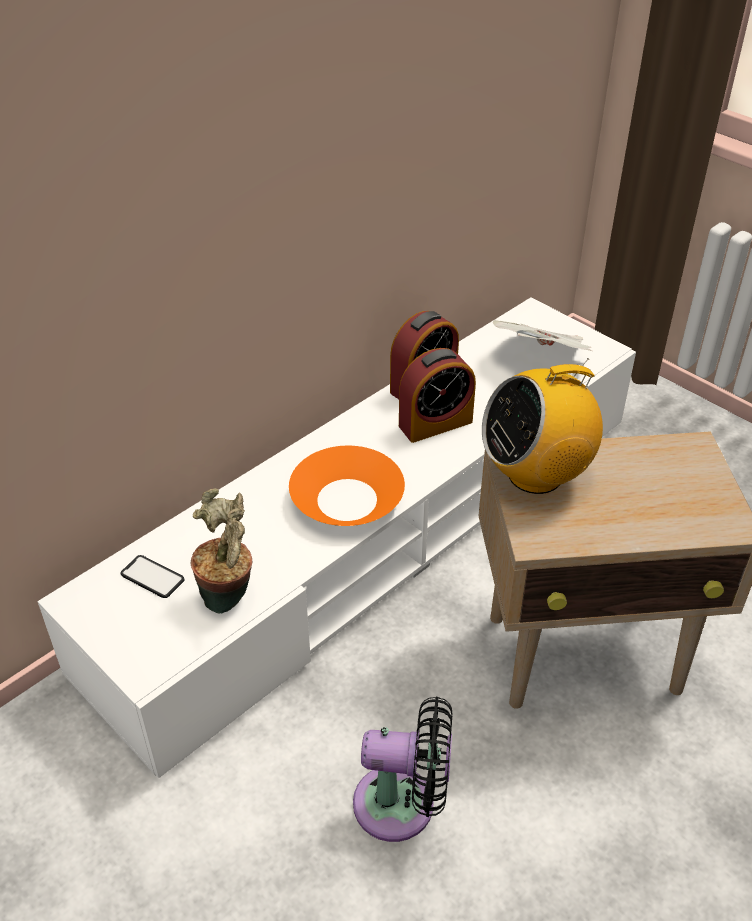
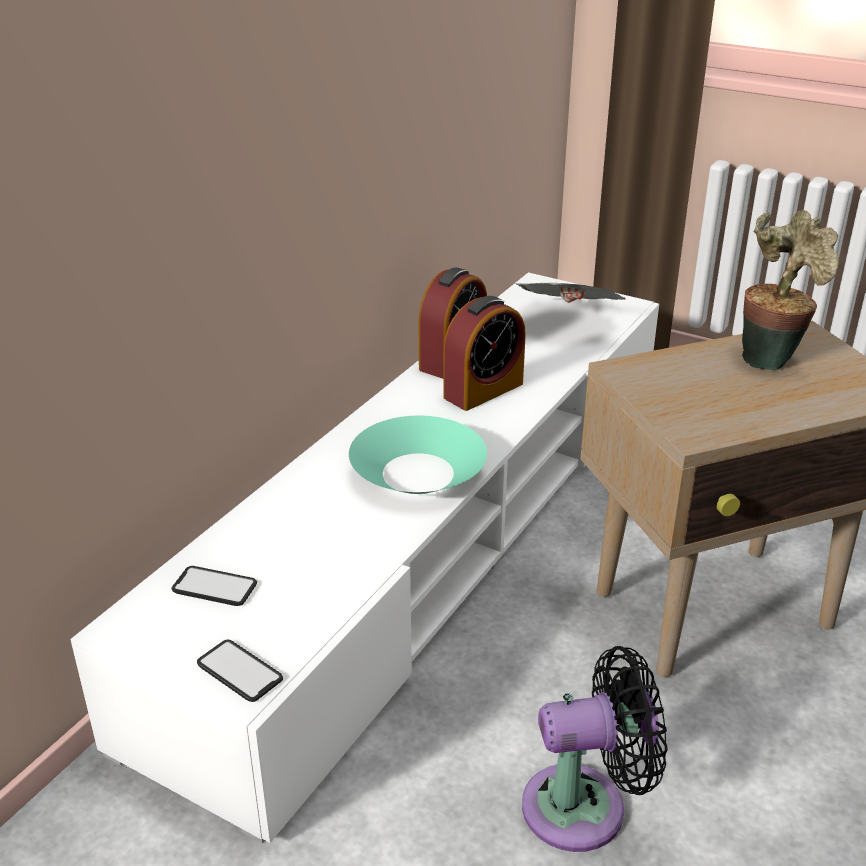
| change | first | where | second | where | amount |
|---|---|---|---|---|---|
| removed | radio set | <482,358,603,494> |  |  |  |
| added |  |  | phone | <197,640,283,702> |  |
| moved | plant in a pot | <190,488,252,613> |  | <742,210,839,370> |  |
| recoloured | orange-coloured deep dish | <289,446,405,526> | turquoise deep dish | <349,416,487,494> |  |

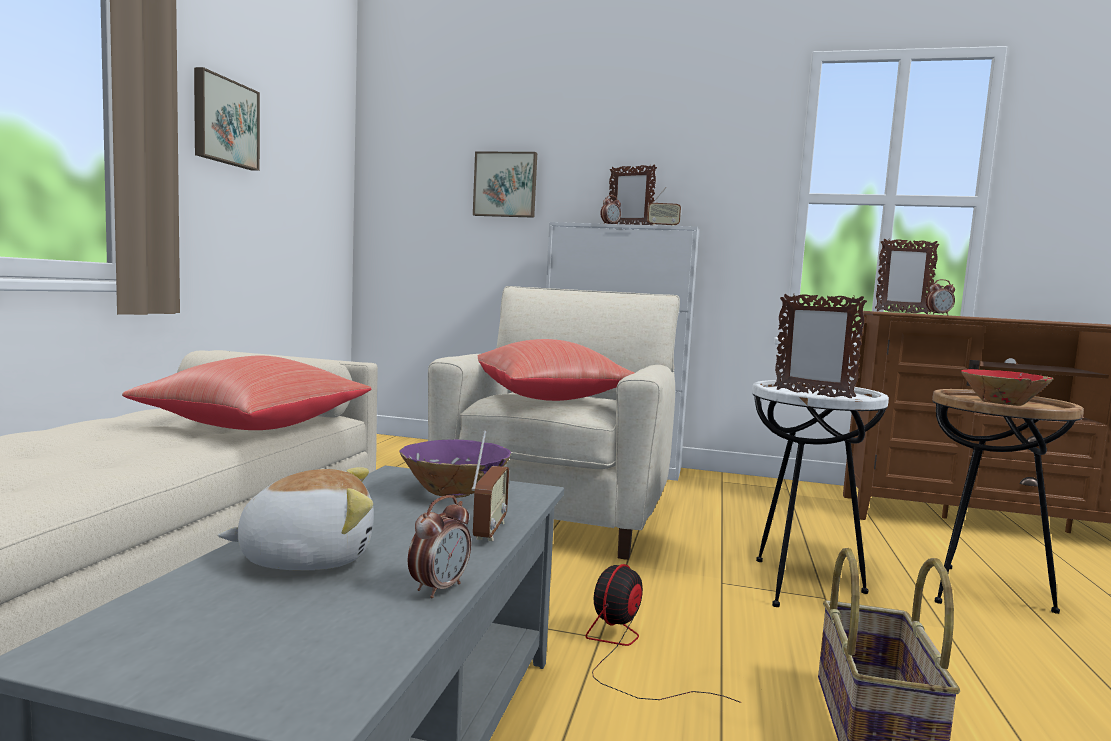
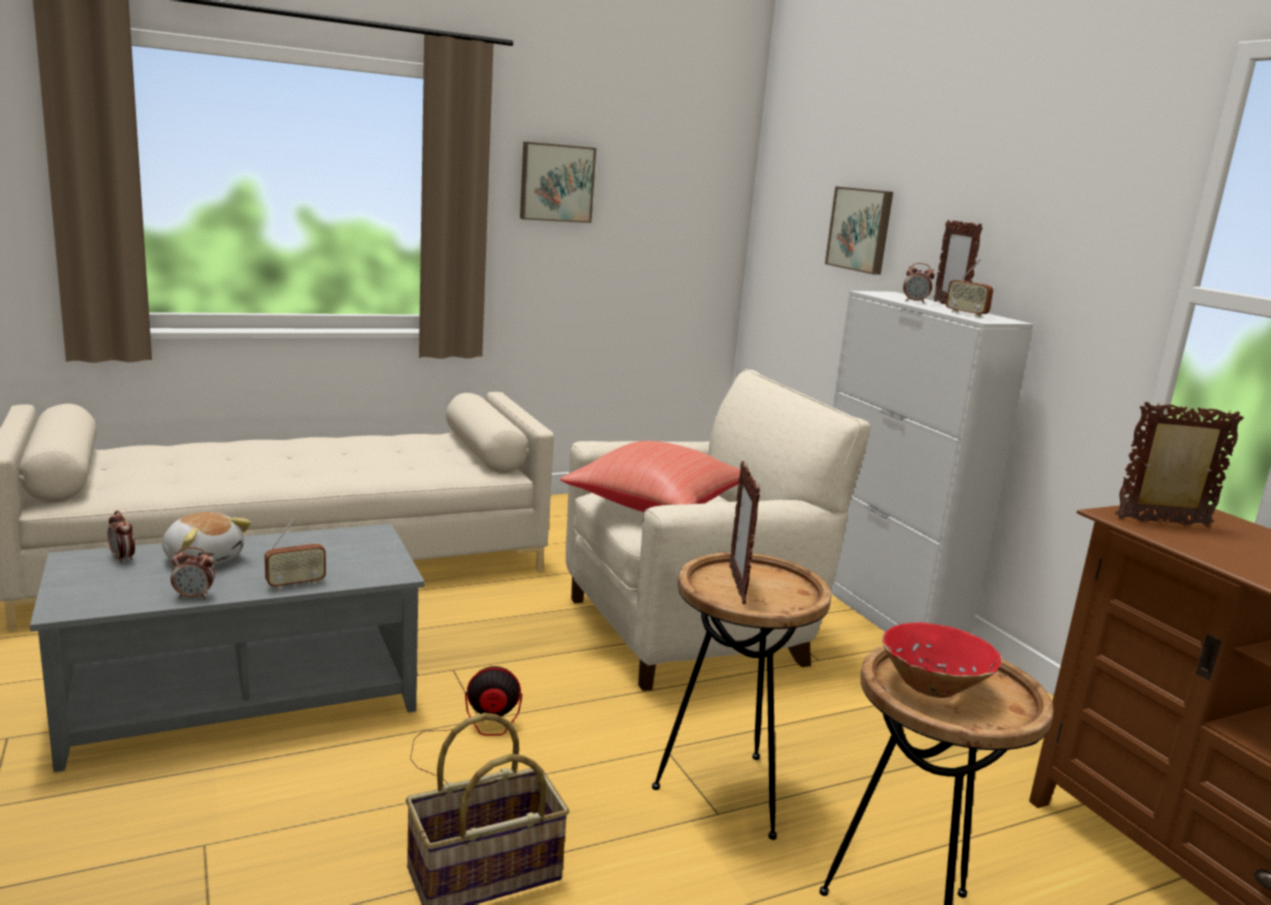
| change | first | where | second | where | amount |
|---|---|---|---|---|---|
| removed | red-coloured pillow | <122,356,371,430> |  |  |  |
| removed | purplish deep dish | <399,440,511,498> |  |  |  |
| moved | alarm clock | <926,279,955,315> |  | <108,510,135,563> |  |
| recoloured | whitish end table | <752,380,889,607> | brown end table | <652,552,831,840> |  |
| turned | photo frame | <875,239,939,314> |  | <1115,402,1244,526> | 135 degrees clockwise |

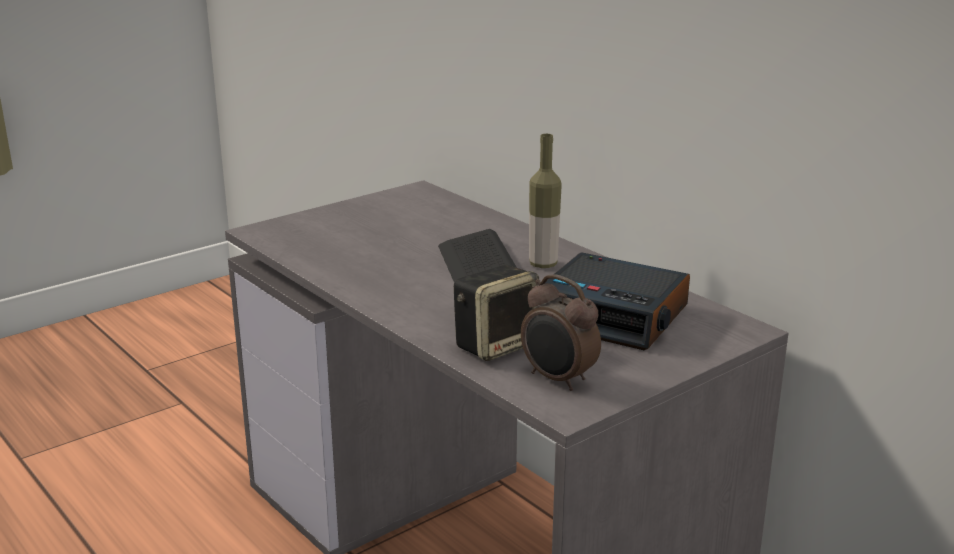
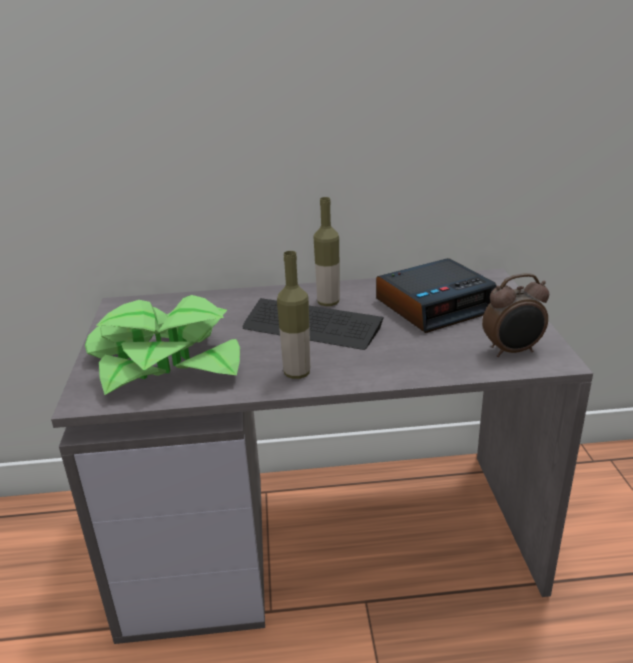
| change | first | where | second | where | amount |
|---|---|---|---|---|---|
| removed | loudspeaker | <454,265,539,361> |  |  |  |
| added |  |  | plant in a pot | <85,295,240,395> |  |
| added |  |  | drink bottle | <277,251,310,379> |  |

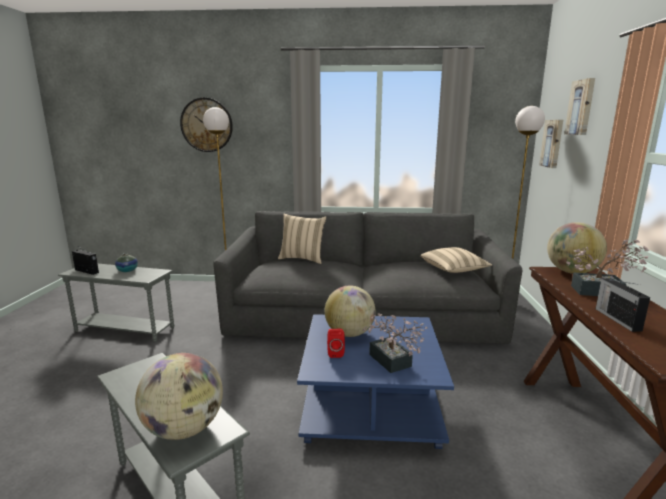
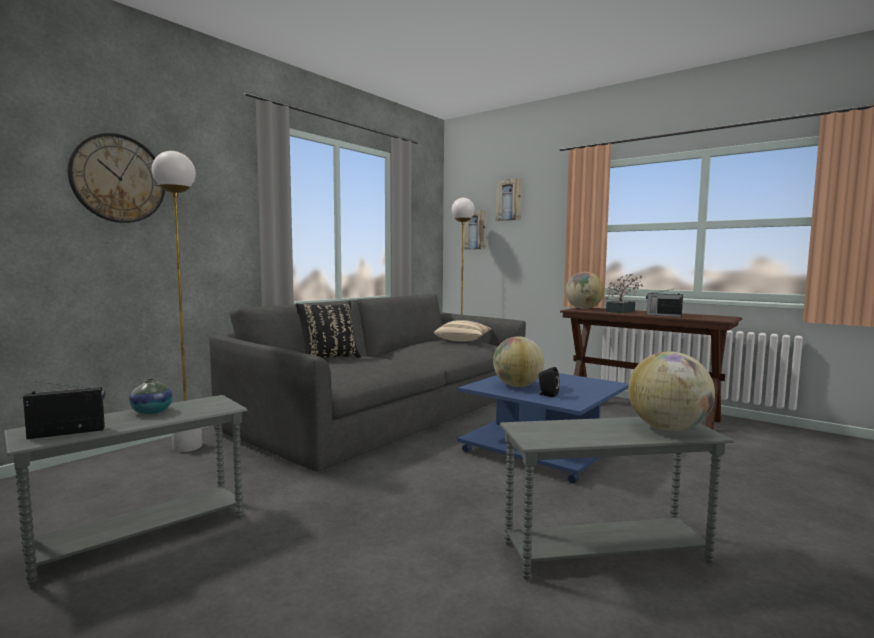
| change | first | where | second | where | amount |
|---|---|---|---|---|---|
| removed | plant in a pot | <363,313,428,373> |  |  |  |
| recoloured | beige-coloured pillow | <278,214,327,264> | black-coloured pillow | <295,301,361,358> |  |
| recoloured | red-coloured loudspeaker | <327,329,345,358> | black-coloured loudspeaker | <537,367,560,397> |  |

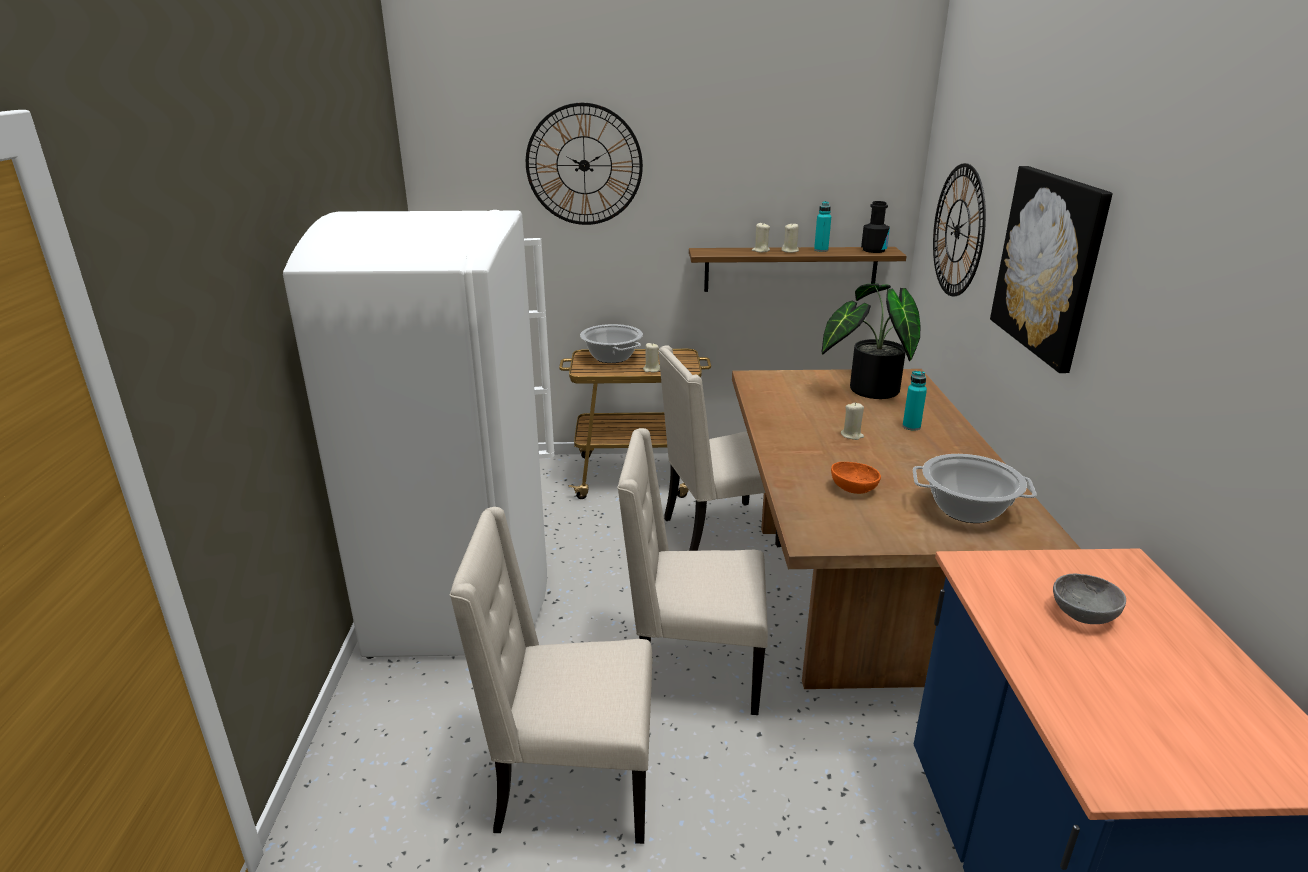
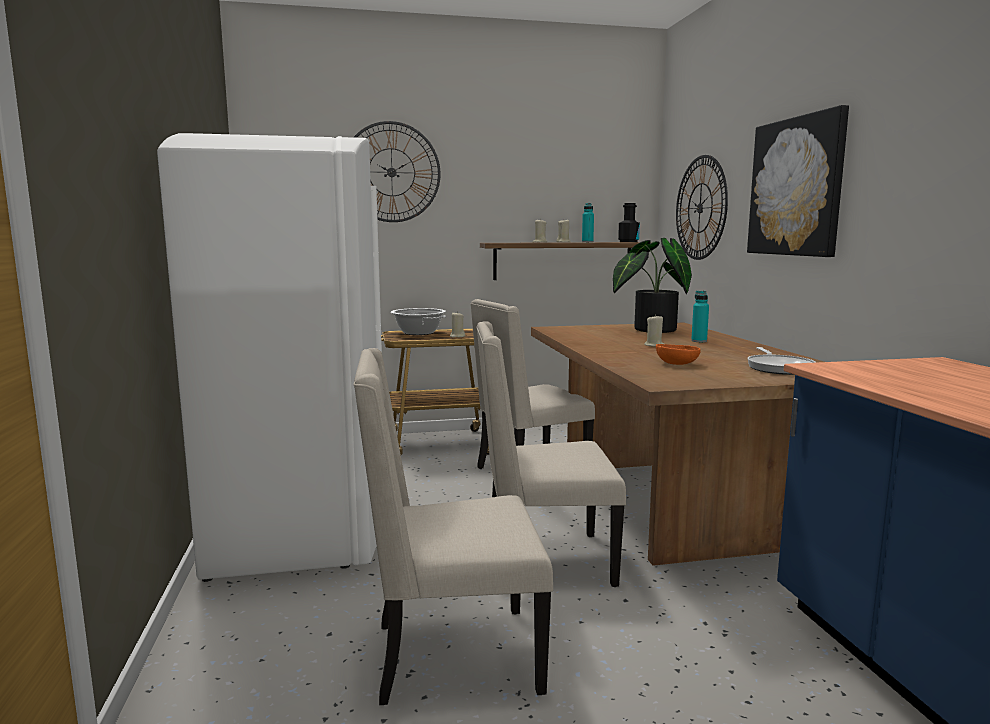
| change | first | where | second | where | amount |
|---|---|---|---|---|---|
| removed | gray deep dish | <1053,574,1126,624> |  |  |  |
| replaced | stockpot | <913,454,1037,523> | frying pan | <747,347,816,375> |  |

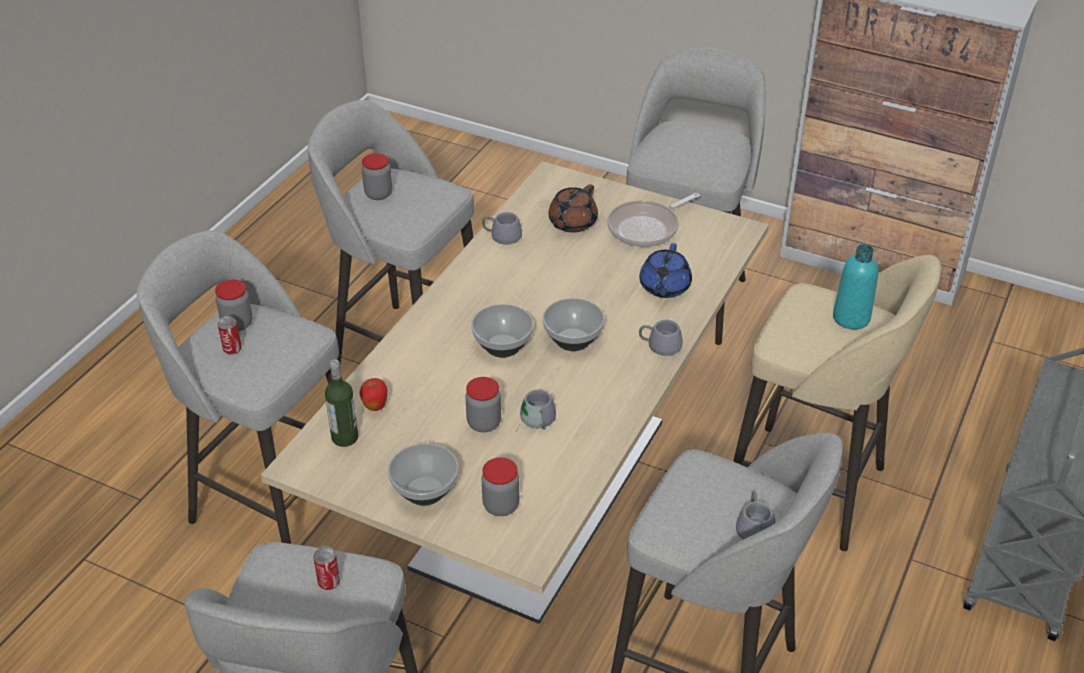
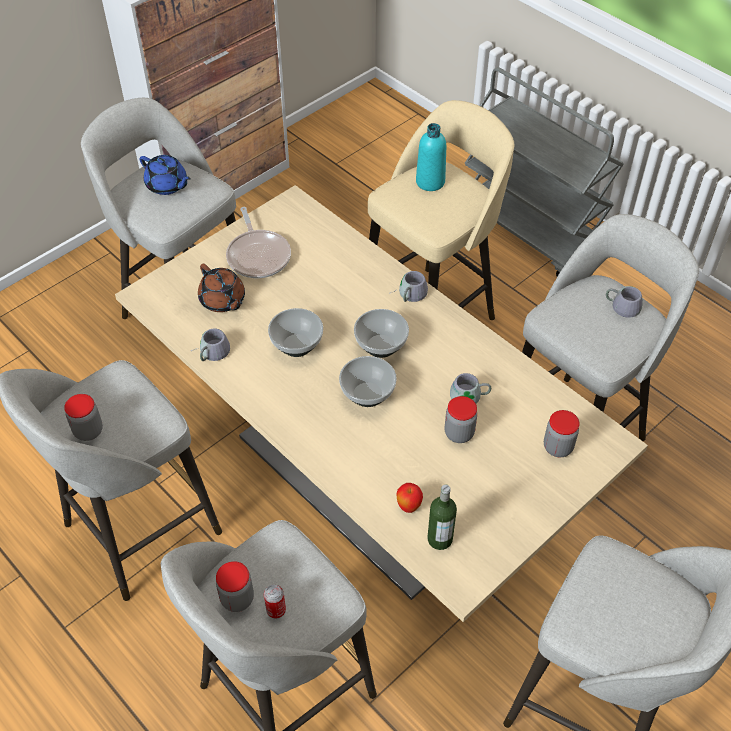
| change | first | where | second | where | amount |
|---|---|---|---|---|---|
| removed | sealed can | <313,546,340,590> |  |  |  |
| moved | deep dish | <388,443,458,506> |  | <268,308,323,357> |  |
| moved | blue-coloured teapot | <639,243,692,298> |  | <139,155,191,195> |  |

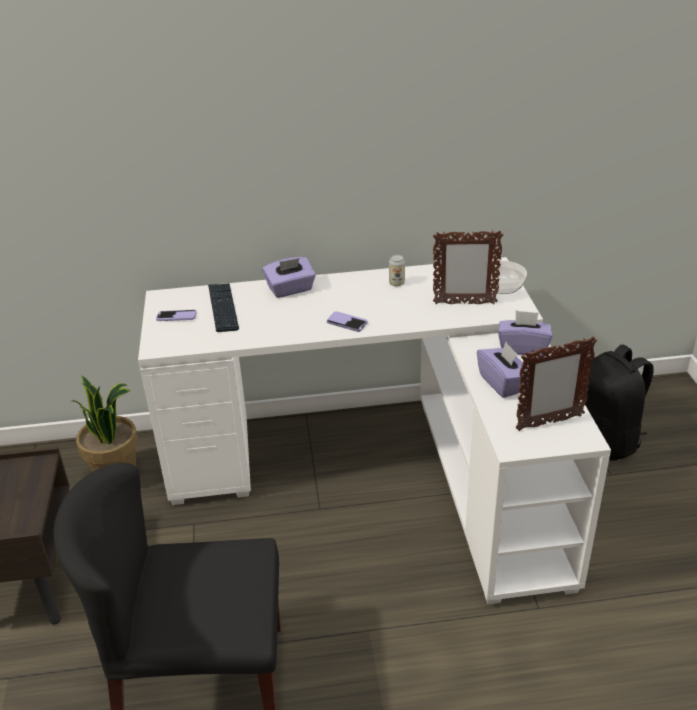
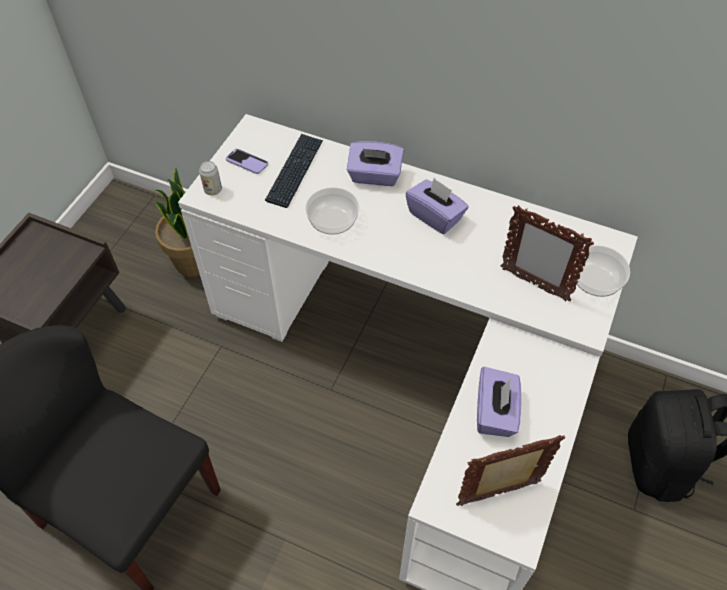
| change | first | where | second | where | amount |
|---|---|---|---|---|---|
| removed | phone | <327,311,368,332> |  |  |  |
| added |  |  | deep dish | <305,187,359,235> |  |
| moved | sealed can | <389,255,405,287> |  | <199,161,222,196> |  |
| moved | purplish tissue box | <498,310,552,356> |  | <406,178,469,234> |  |
| turned | photo frame | <516,336,597,431> |  | <456,435,565,506> | 150 degrees clockwise |

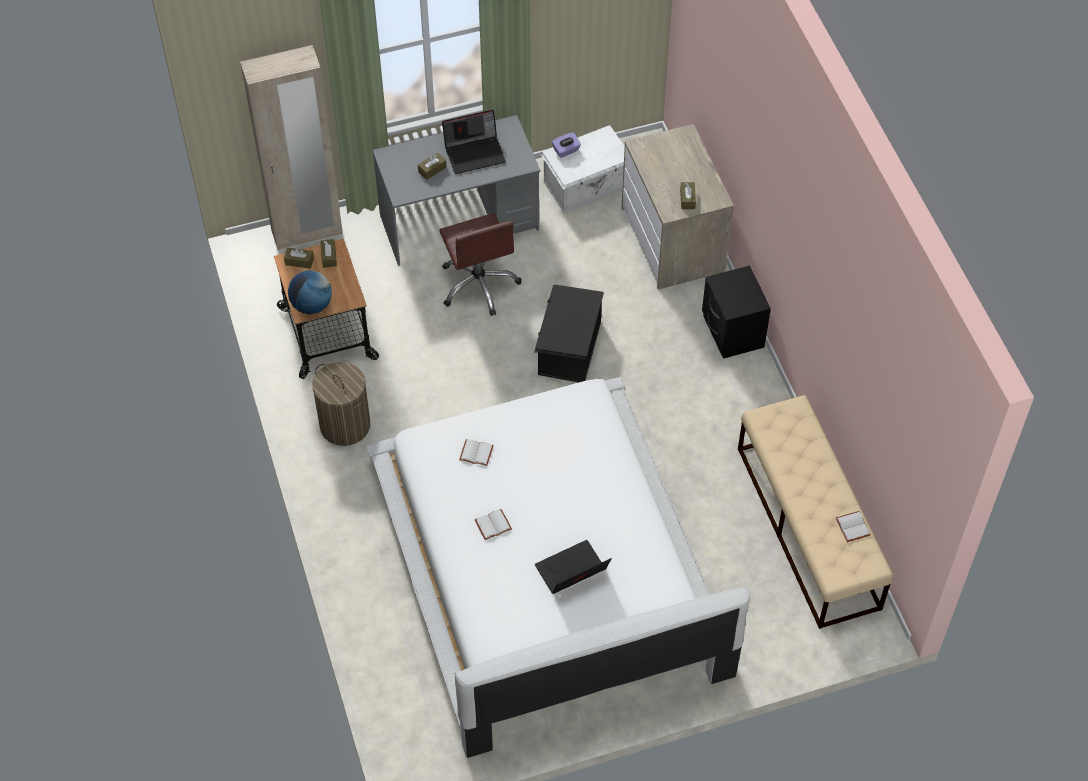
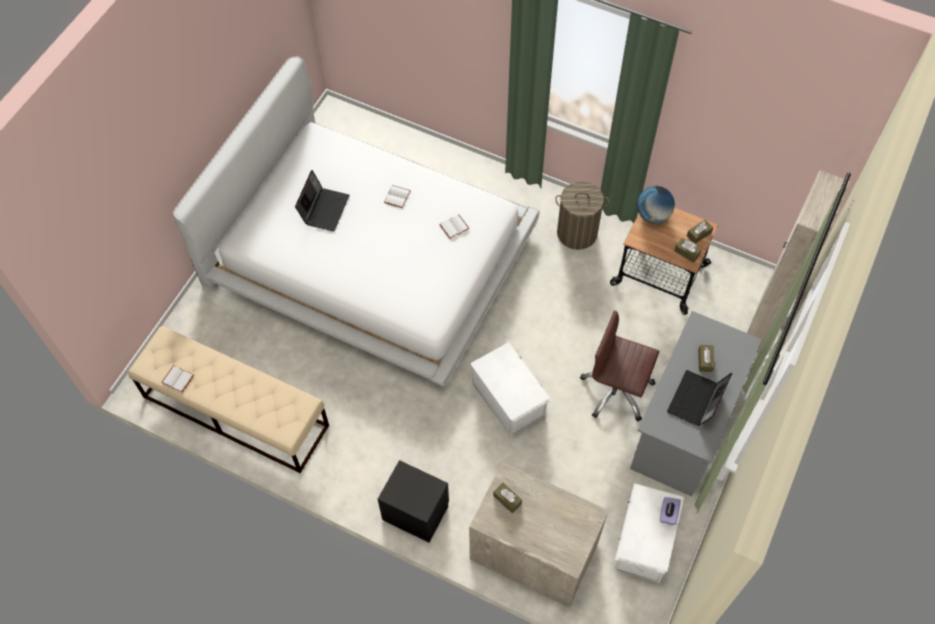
| change | first | where | second | where | amount |
|---|---|---|---|---|---|
| recoloured | black-coloured storage box | <534,284,604,383> | whitish storage box | <470,342,552,437> |  |

